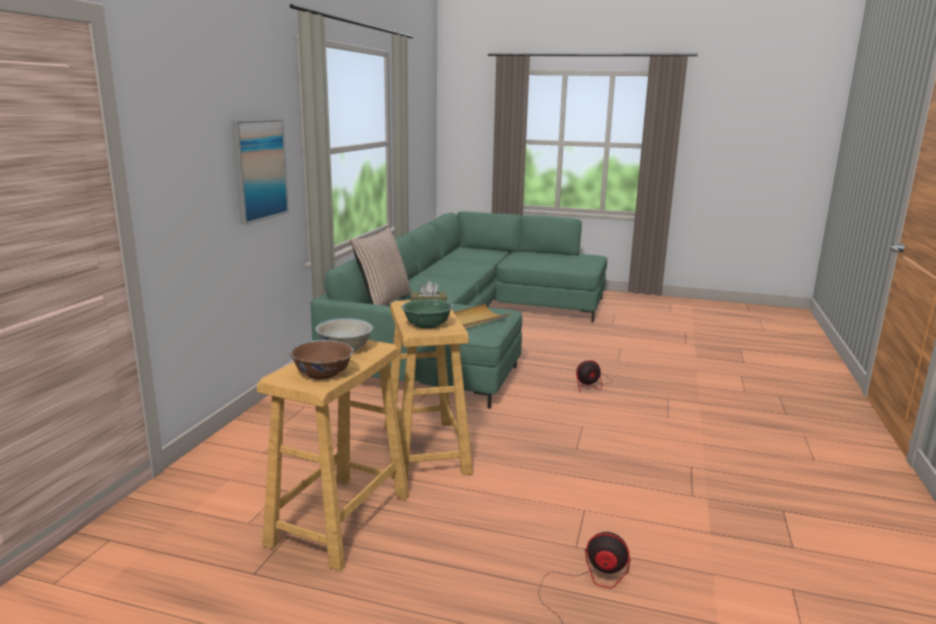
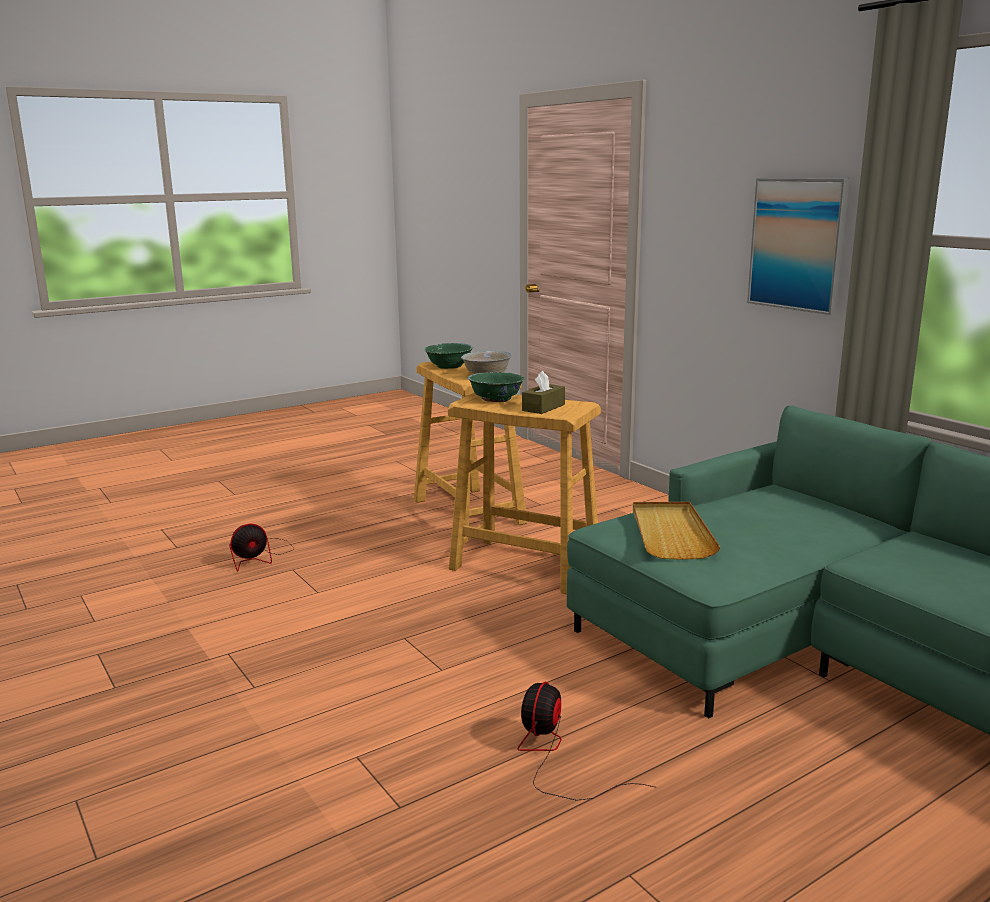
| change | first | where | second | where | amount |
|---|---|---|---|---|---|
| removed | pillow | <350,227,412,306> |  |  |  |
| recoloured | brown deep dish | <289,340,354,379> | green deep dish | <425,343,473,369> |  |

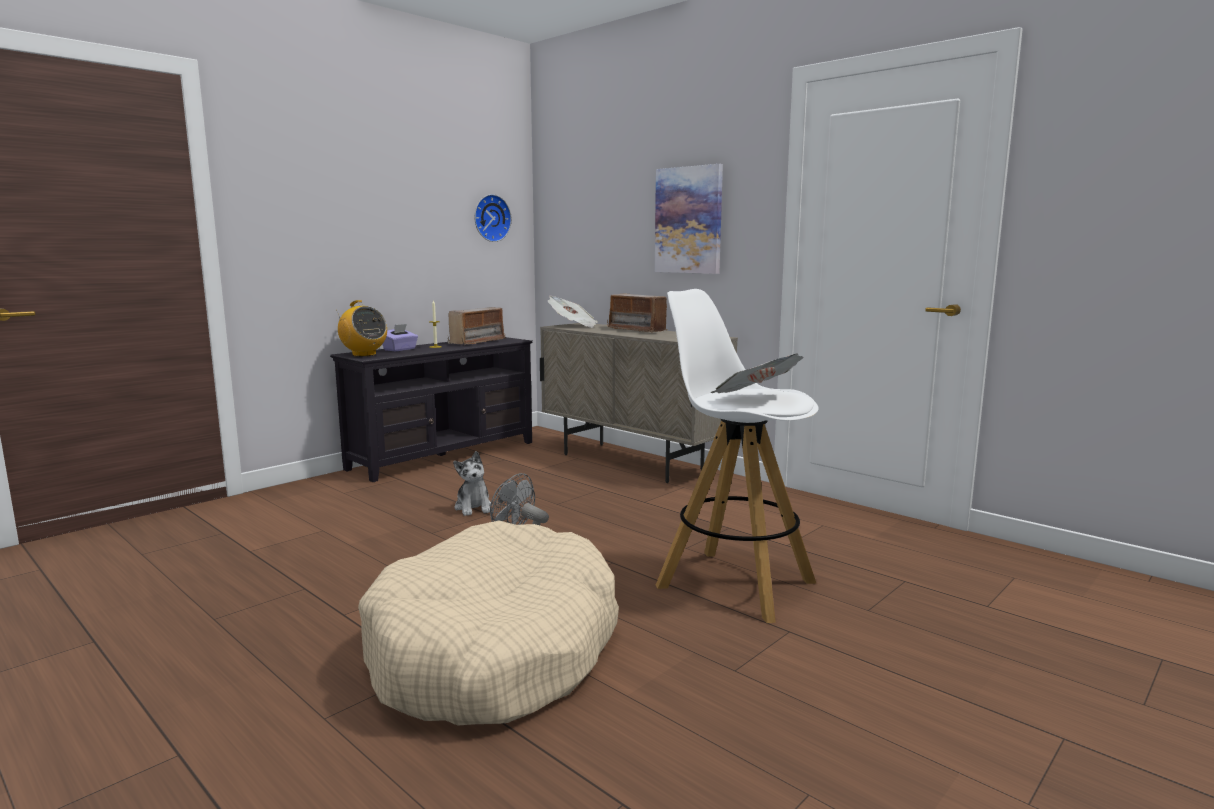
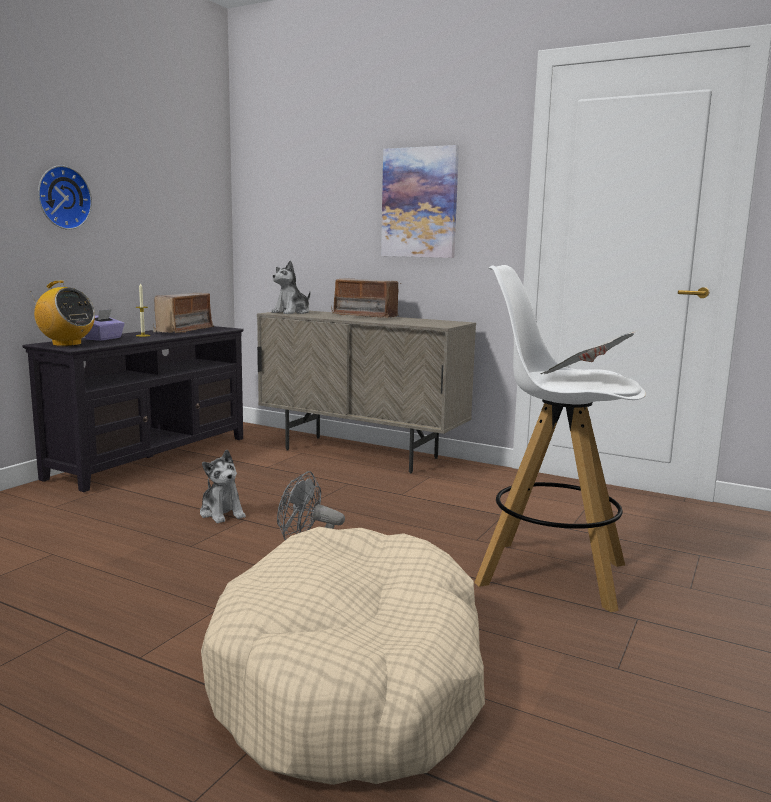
| change | first | where | second | where | amount |
|---|---|---|---|---|---|
| moved | wall clock | <474,194,512,242> |  | <38,165,92,230> |  |
| replaced | newspaper | <548,296,598,328> | plush toy | <271,260,310,314> |  |

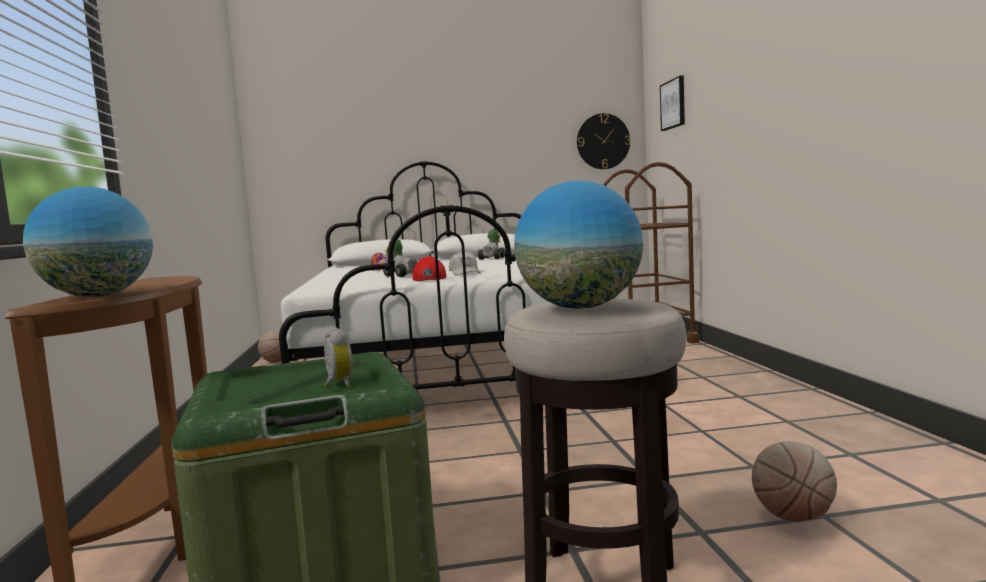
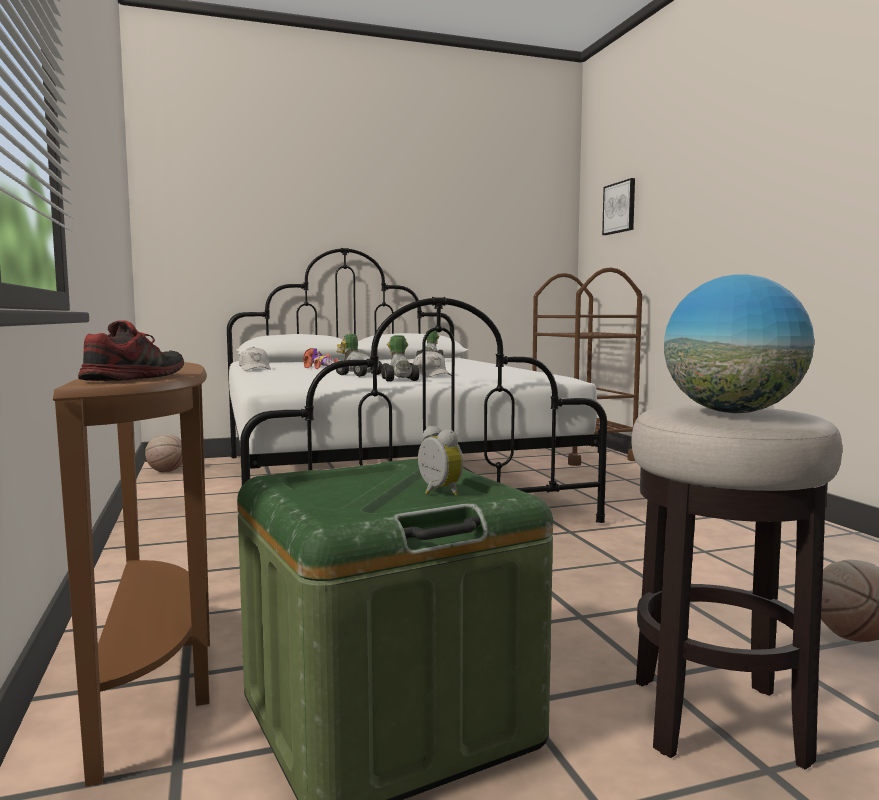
| change | first | where | second | where | amount |
|---|---|---|---|---|---|
| removed | wall clock | <577,113,630,169> |  |  |  |
| added |  |  | whitish peaked cap | <239,347,271,371> |  |
| replaced | globe | <23,187,153,297> | item of footwear | <78,320,184,381> |  |
| replaced | red-coloured peaked cap | <412,256,446,281> | miniature car | <381,335,419,382> |  |

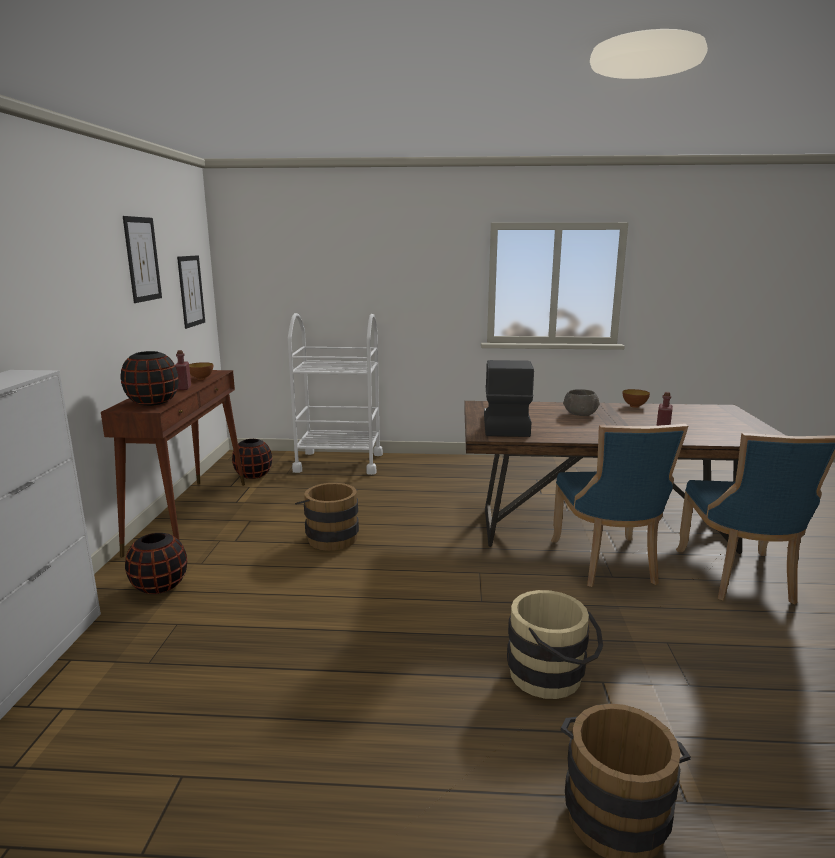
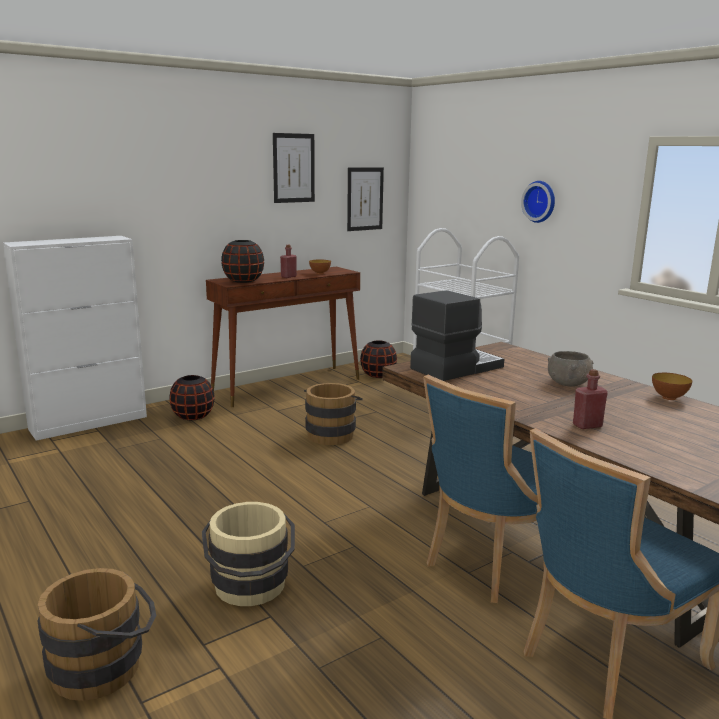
| change | first | where | second | where | amount |
|---|---|---|---|---|---|
| added |  |  | wall clock | <521,181,555,223> |  |

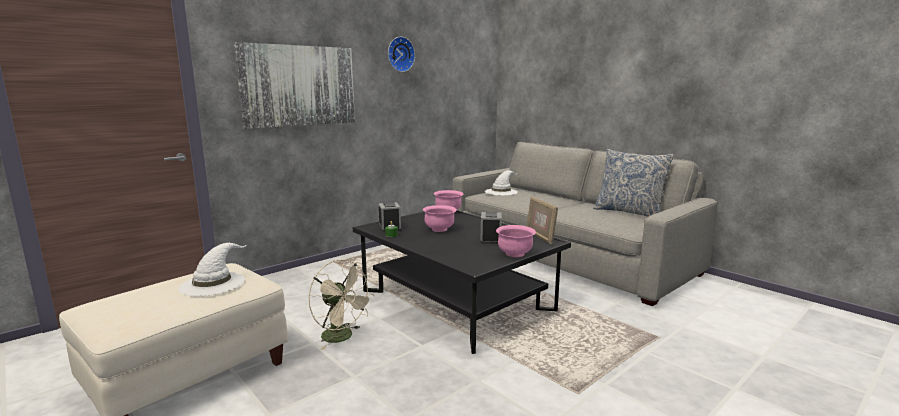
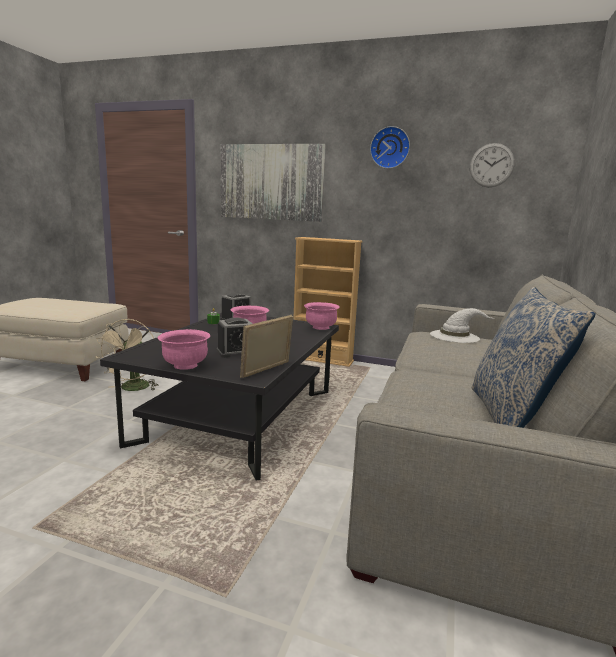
| change | first | where | second | where | amount |
|---|---|---|---|---|---|
| removed | whitish wearable hat | <178,243,247,296> |  |  |  |
| added |  |  | beige-coloured shelving unit | <293,237,363,367> |  |
| added |  |  | wall clock | <470,143,515,187> |  |

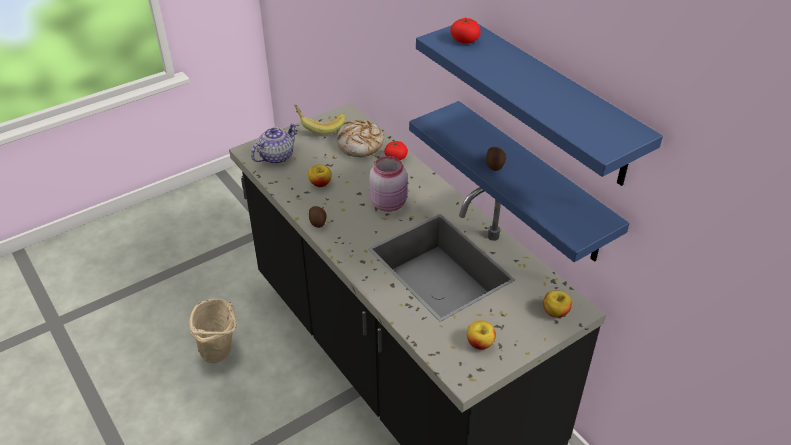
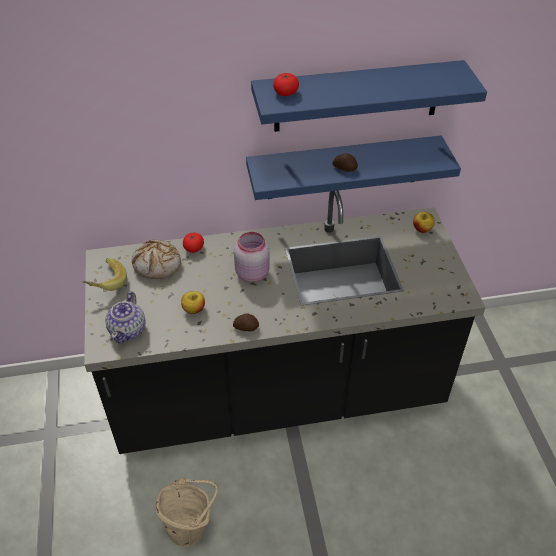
| change | first | where | second | where | amount |
|---|---|---|---|---|---|
| removed | apple | <467,320,496,350> |  |  |  |
| turned | teapot | <251,123,297,164> |  | <105,291,146,344> | 150 degrees counterclockwise |

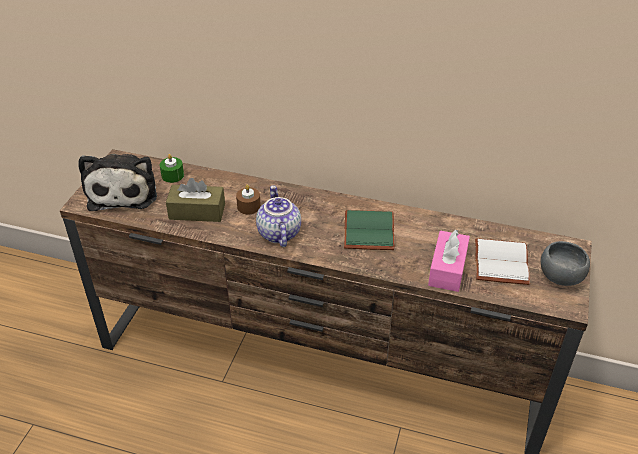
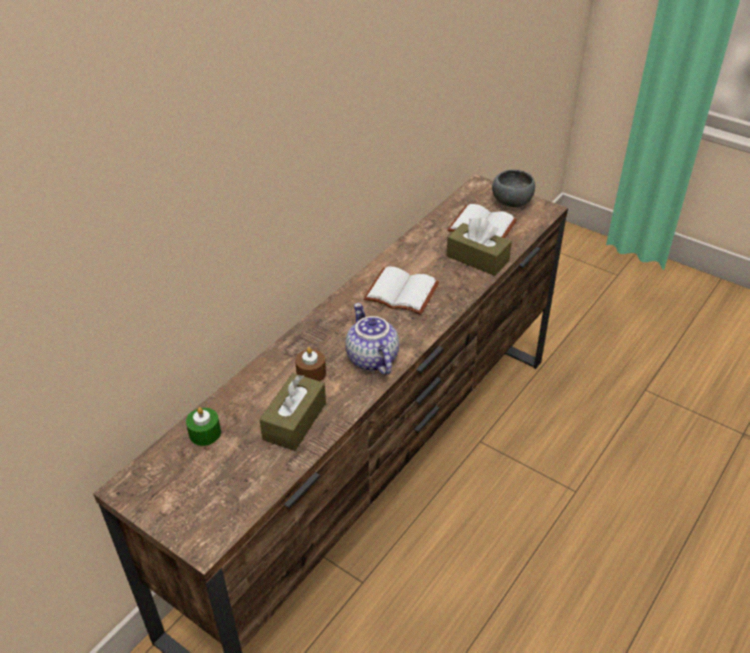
| change | first | where | second | where | amount |
|---|---|---|---|---|---|
| removed | plush toy | <78,154,157,211> |  |  |  |
| recoloured | green bound book | <344,210,395,250> | whitish bound book | <363,266,439,315> |  |
| recoloured | pink tissue box | <428,230,470,292> | brown tissue box | <447,217,512,276> |  |
| turned | teapot | <256,185,301,247> |  | <345,303,399,375> | 60 degrees clockwise |

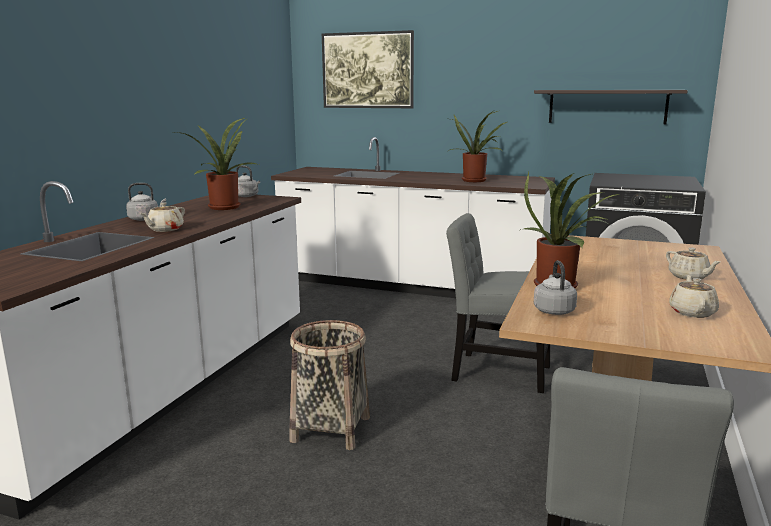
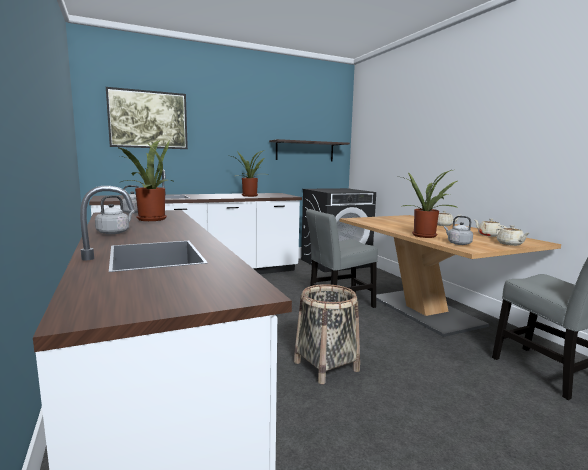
| change | first | where | second | where | amount |
|---|---|---|---|---|---|
| moved | beige-coloured teapot | <140,203,185,232> |  | <496,225,529,246> |  |

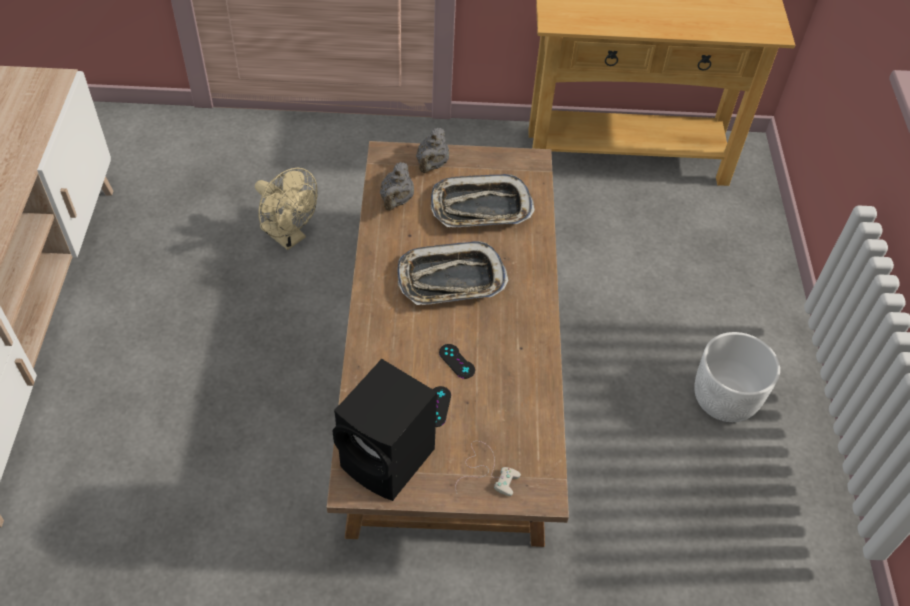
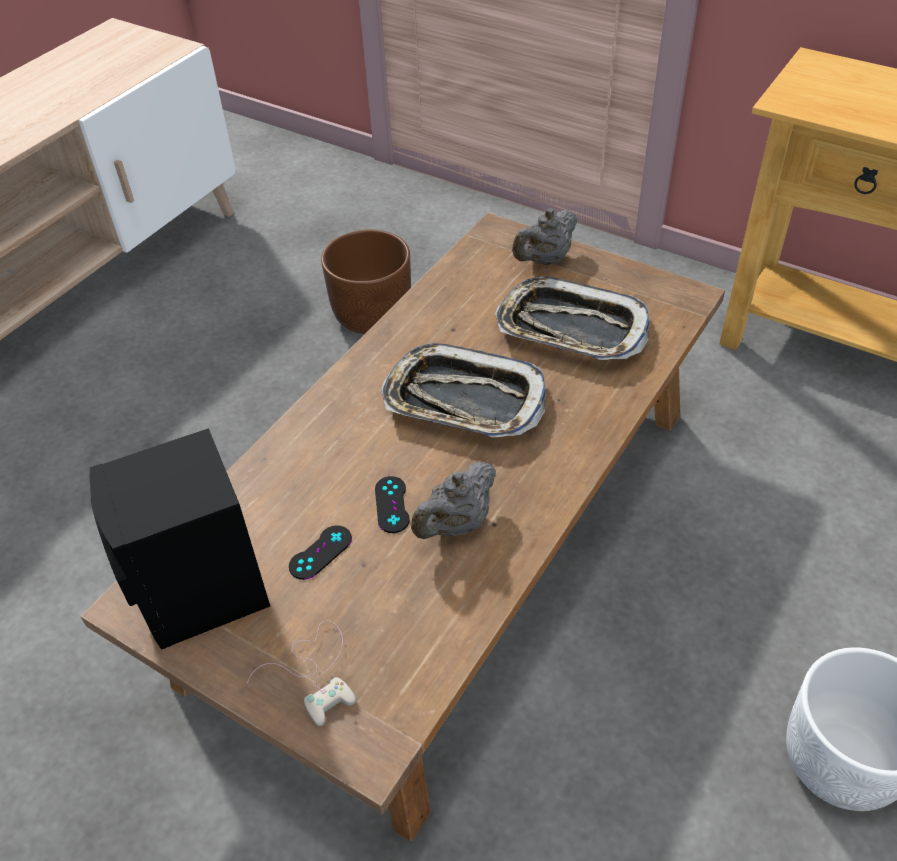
| change | first | where | second | where | amount |
|---|---|---|---|---|---|
| moved | gray teapot | <380,162,414,211> |  | <411,462,496,539> |  |
| replaced | beige-coloured electric fan | <255,168,318,250> | brown planter | <321,230,411,334> |  |

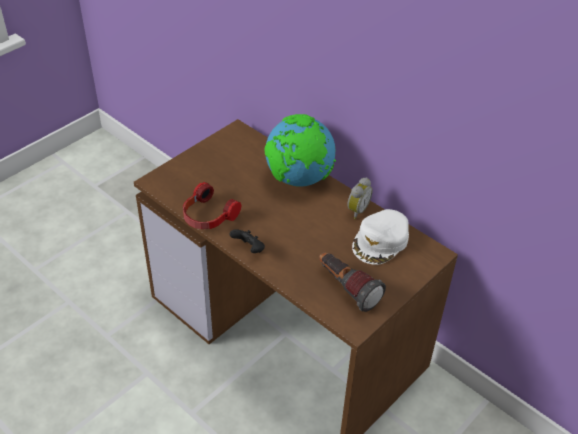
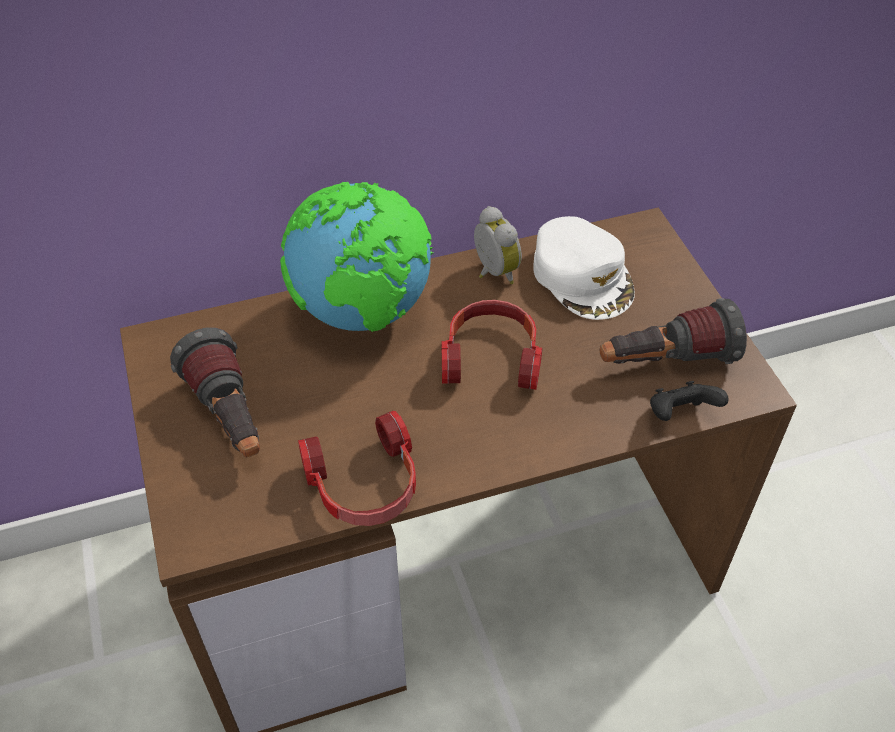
| change | first | where | second | where | amount |
|---|---|---|---|---|---|
| added |  |  | hand torch | <170,328,260,457> |  |
| added |  |  | headset | <441,300,542,390> |  |
| moved | black-coloured game controller | <230,229,265,253> |  | <650,381,729,421> |  |

